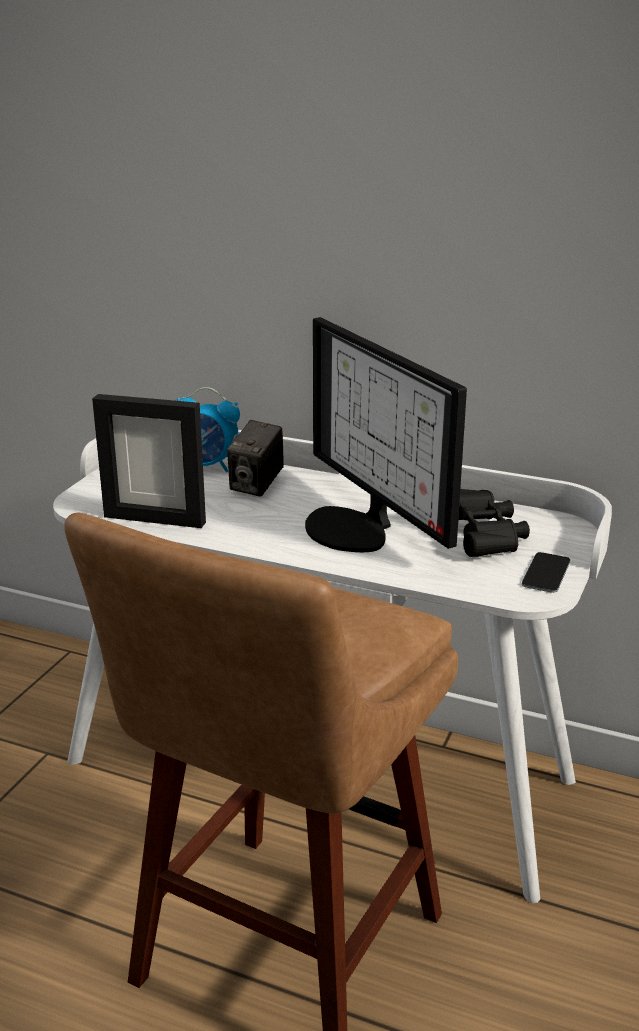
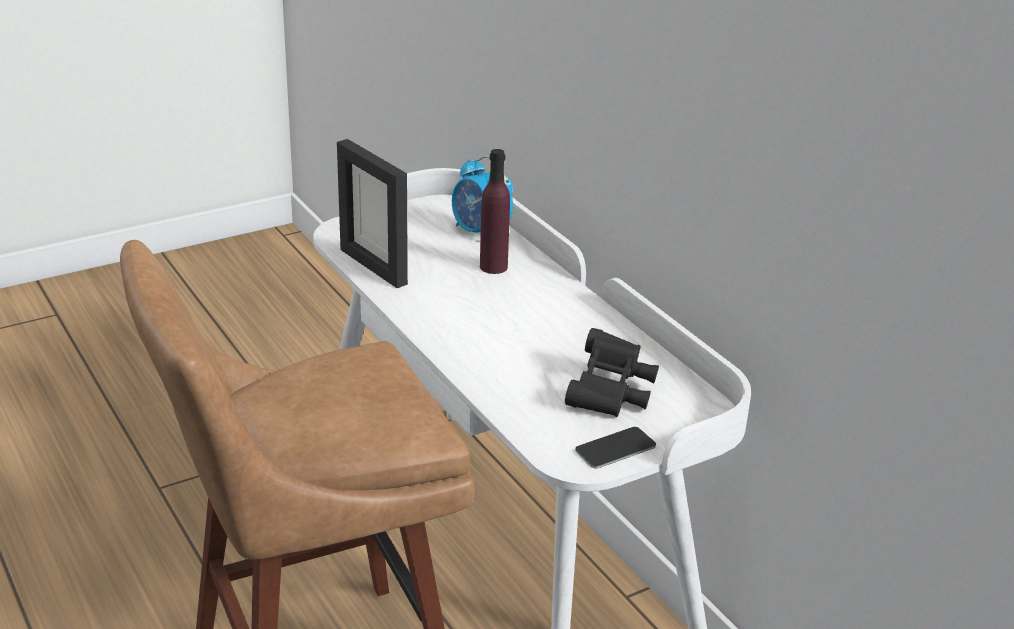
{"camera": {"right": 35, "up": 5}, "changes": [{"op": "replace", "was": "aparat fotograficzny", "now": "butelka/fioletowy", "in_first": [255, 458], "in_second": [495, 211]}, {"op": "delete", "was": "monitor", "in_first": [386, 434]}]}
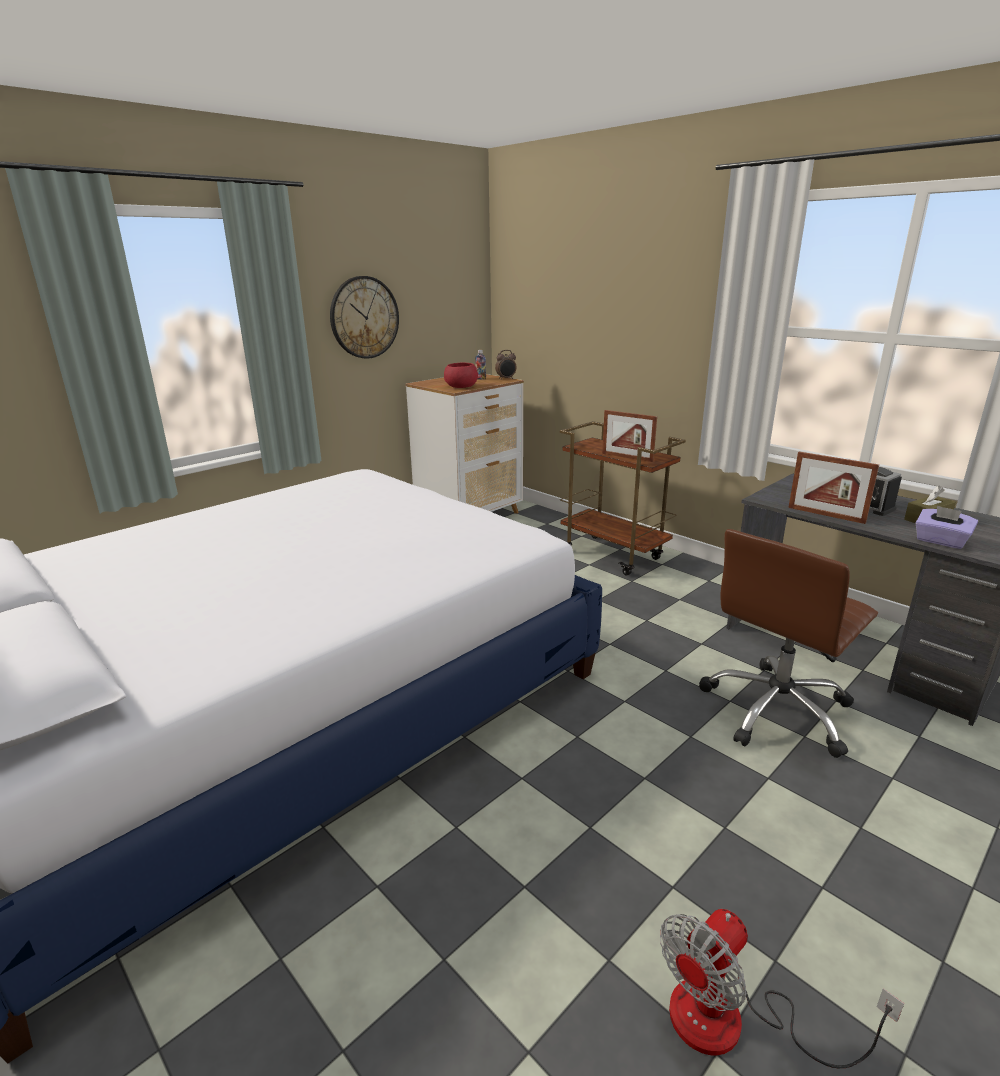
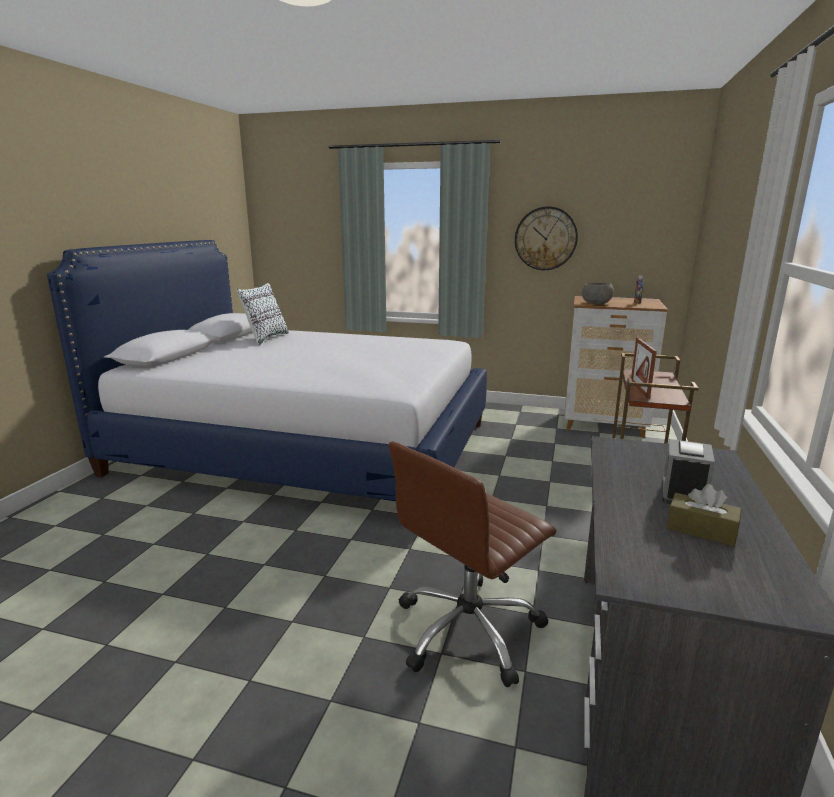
{"camera": {"right": 60, "up": -5}, "changes": [{"op": "insert", "now": "poduszka/biały", "in_second": [262, 314]}, {"op": "rotate", "was": "krzesło biurowe/brązowy", "in_first": [788, 643], "in_second": [473, 564], "clockwise": -60}, {"op": "recolor", "was": "miska/czerwony", "now": "miska/szary", "in_first": [461, 375], "in_second": [598, 293]}, {"op": "delete", "was": "budzik", "in_first": [505, 365]}, {"op": "delete", "was": "wentylator", "in_first": [782, 989]}, {"op": "delete", "was": "ramka na zdjęcie", "in_first": [833, 488]}, {"op": "delete", "was": "pudełko chusteczek/fioletowy", "in_first": [946, 527]}]}
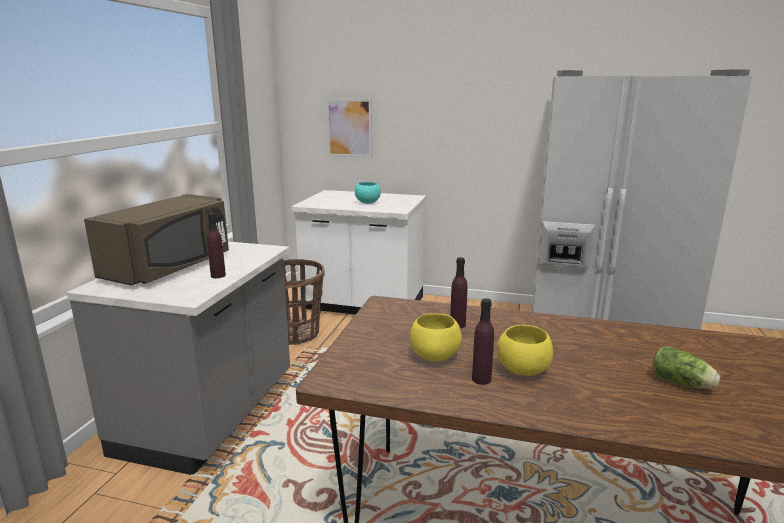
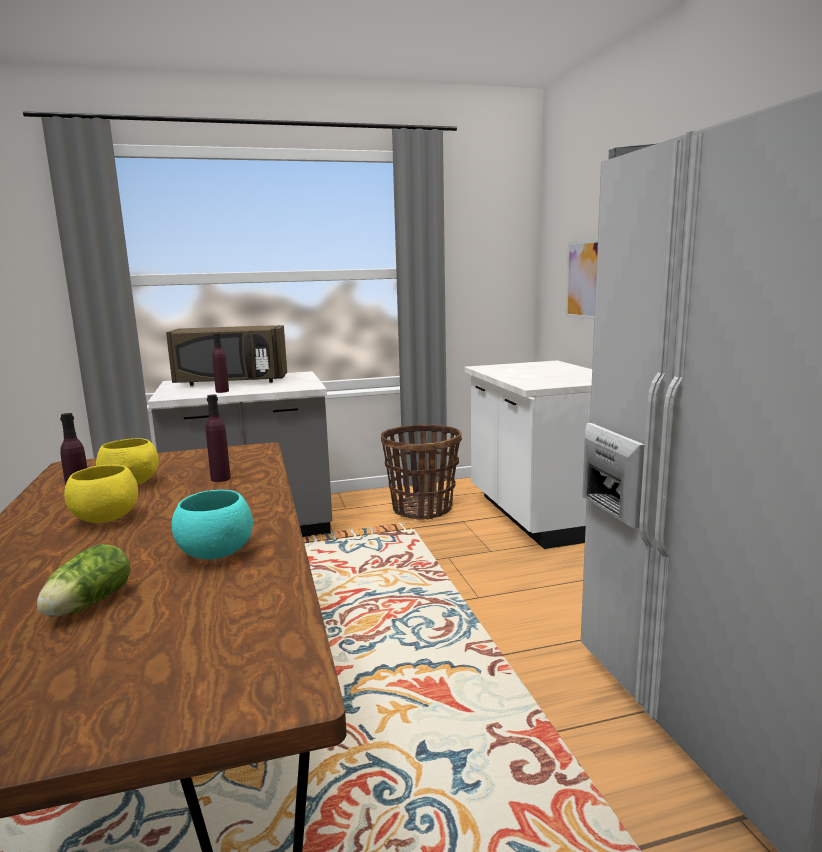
{"camera": {"right": 60, "up": -5}, "changes": [{"op": "move", "was": "miska/turkusowy", "in_first": [368, 193], "in_second": [212, 524]}]}
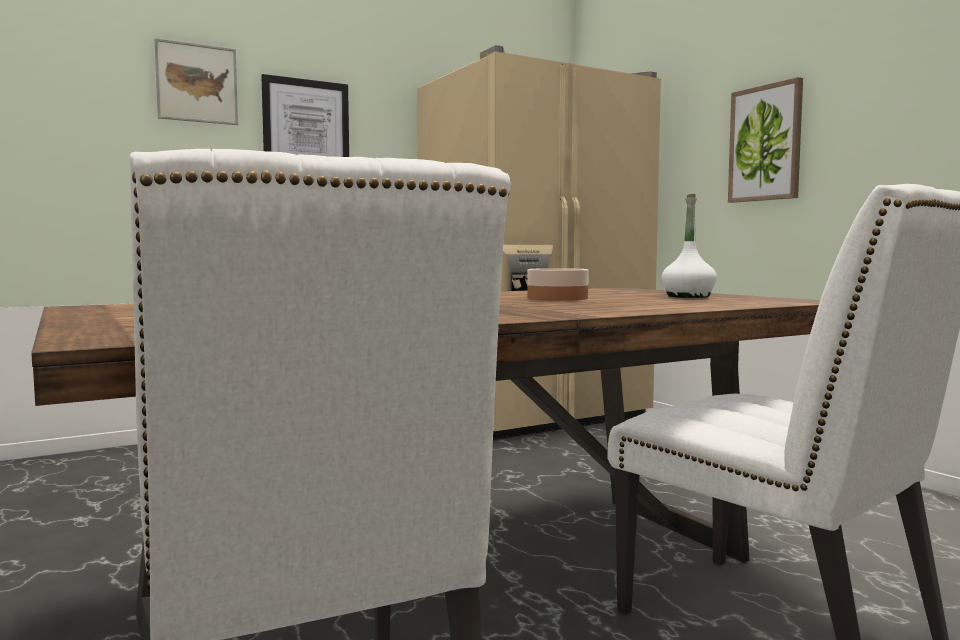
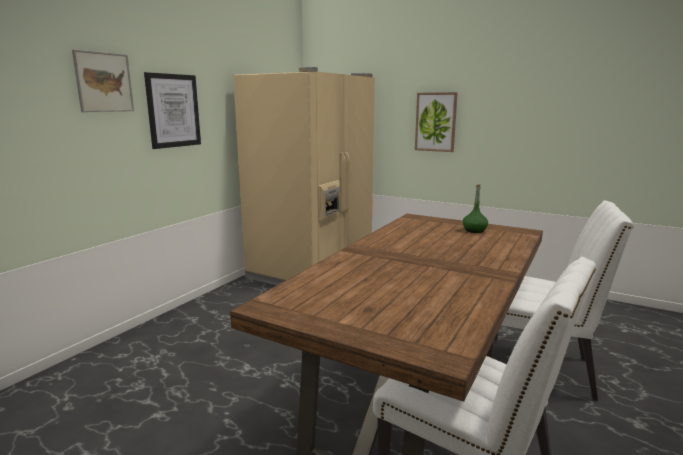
{"camera": {"right": -30, "up": 10}, "changes": [{"op": "recolor", "was": "butelka/biały", "now": "butelka/zielony", "in_first": [689, 246], "in_second": [475, 208]}, {"op": "delete", "was": "miska", "in_first": [558, 284]}]}
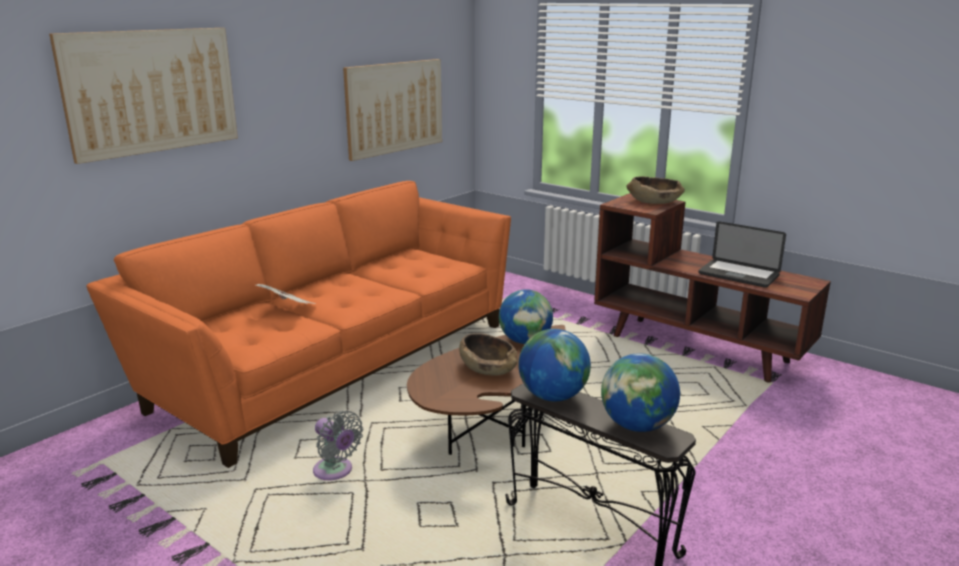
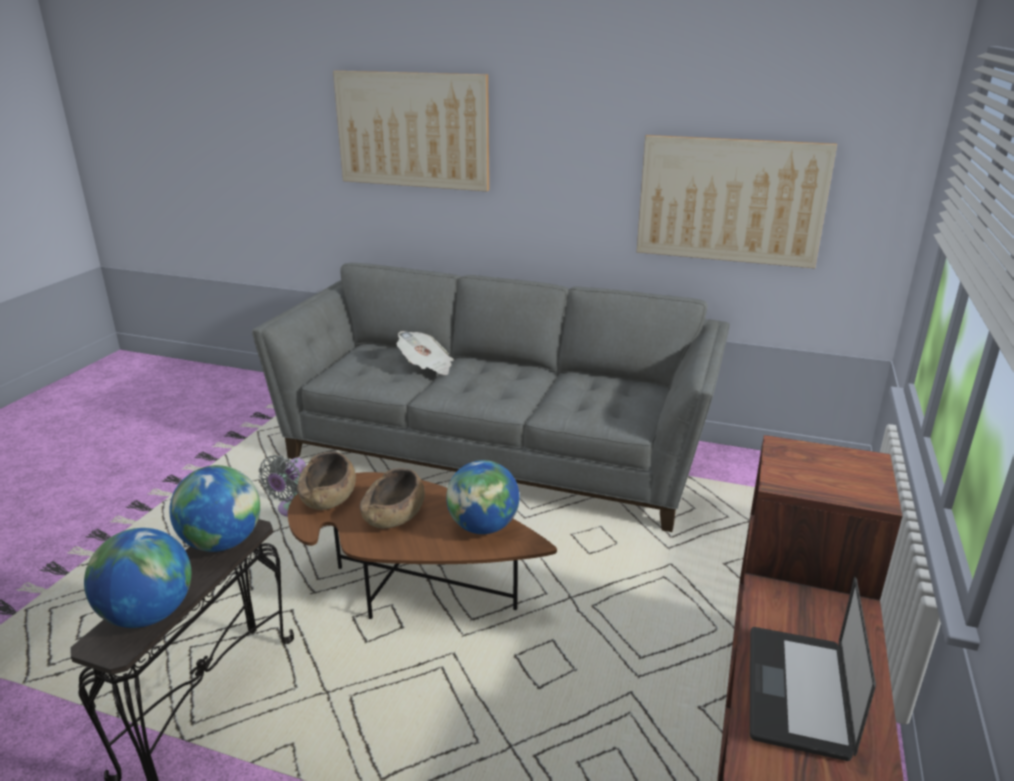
{"camera": {"right": 70, "up": 5}, "changes": [{"op": "recolor", "was": "kanapa/pomarańczowy", "now": "kanapa/szary", "in_first": [298, 324], "in_second": [491, 397]}, {"op": "move", "was": "miska/brązowy", "in_first": [655, 190], "in_second": [326, 481]}]}
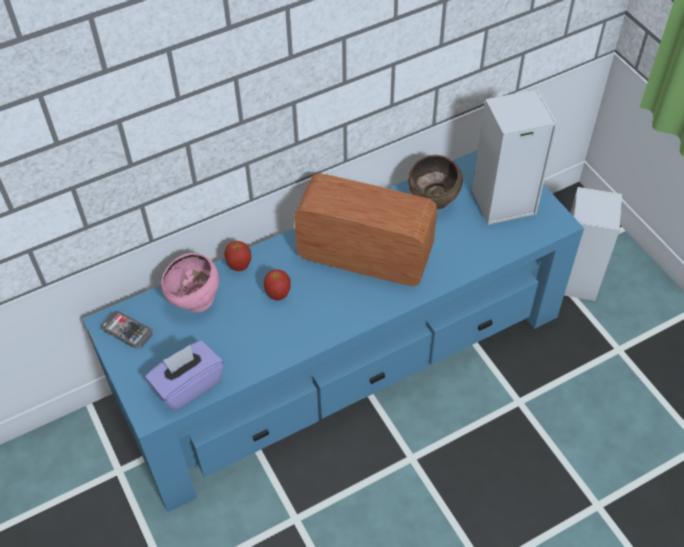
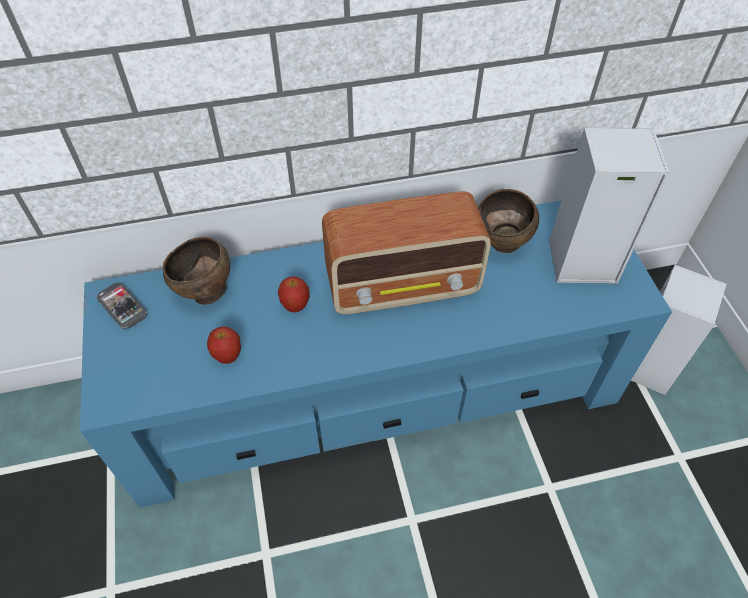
{"camera": {"right": 15, "up": 0}, "changes": [{"op": "recolor", "was": "miska/różowy", "now": "miska/brązowy", "in_first": [190, 282], "in_second": [196, 271]}, {"op": "move", "was": "jabłko", "in_first": [237, 256], "in_second": [224, 345]}, {"op": "rotate", "was": "radio", "in_first": [365, 229], "in_second": [406, 252], "clockwise": 135}, {"op": "delete", "was": "pudełko chusteczek/fioletowy", "in_first": [184, 375]}]}
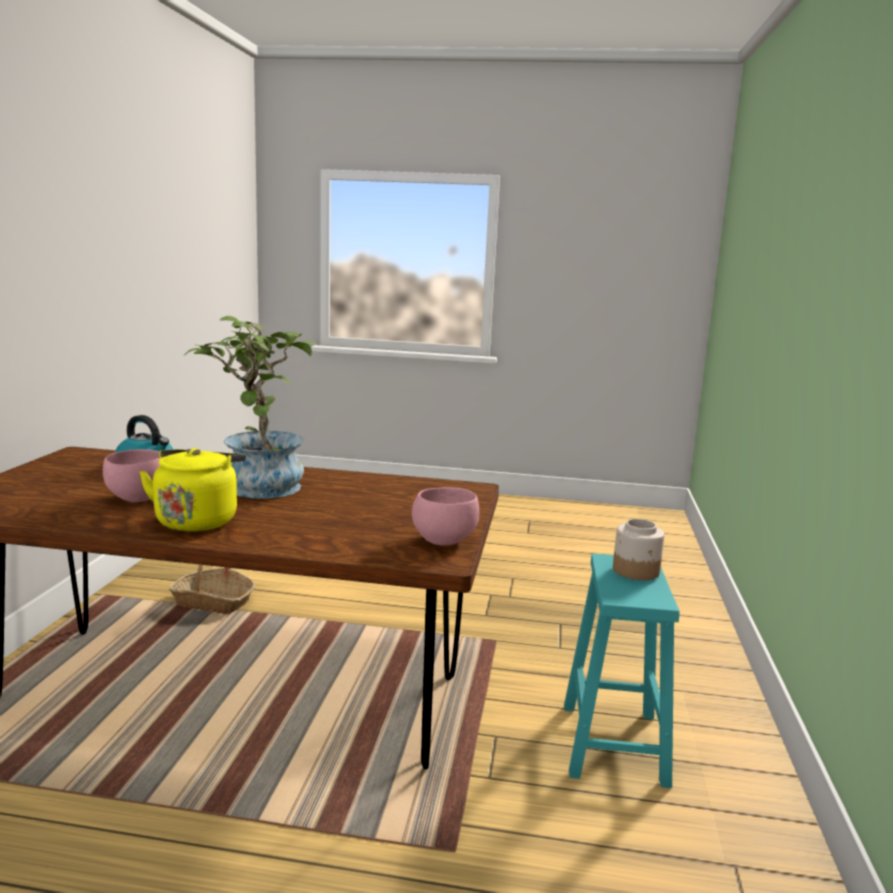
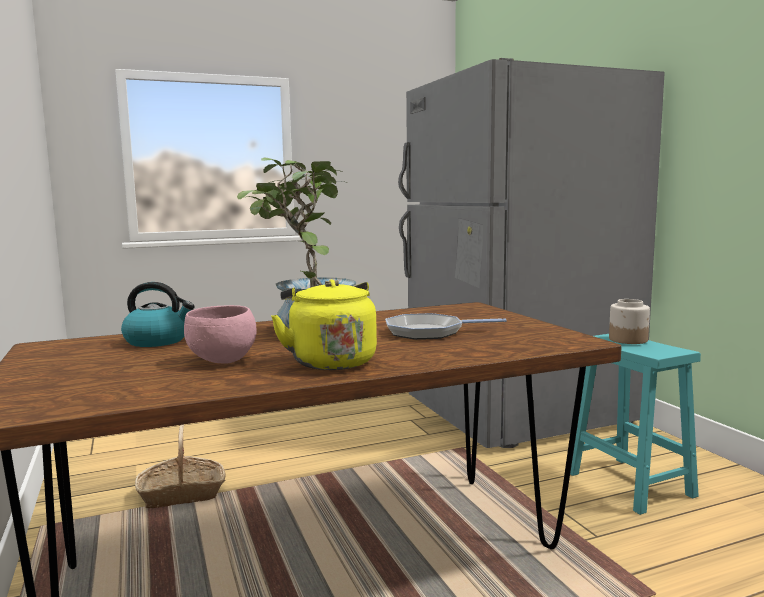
{"camera": {"right": -30, "up": -5}, "changes": [{"op": "insert", "now": "patelnia", "in_second": [446, 326]}, {"op": "insert", "now": "lodówka/szary", "in_second": [531, 253]}, {"op": "delete", "was": "miska/różowy", "in_first": [445, 516]}]}
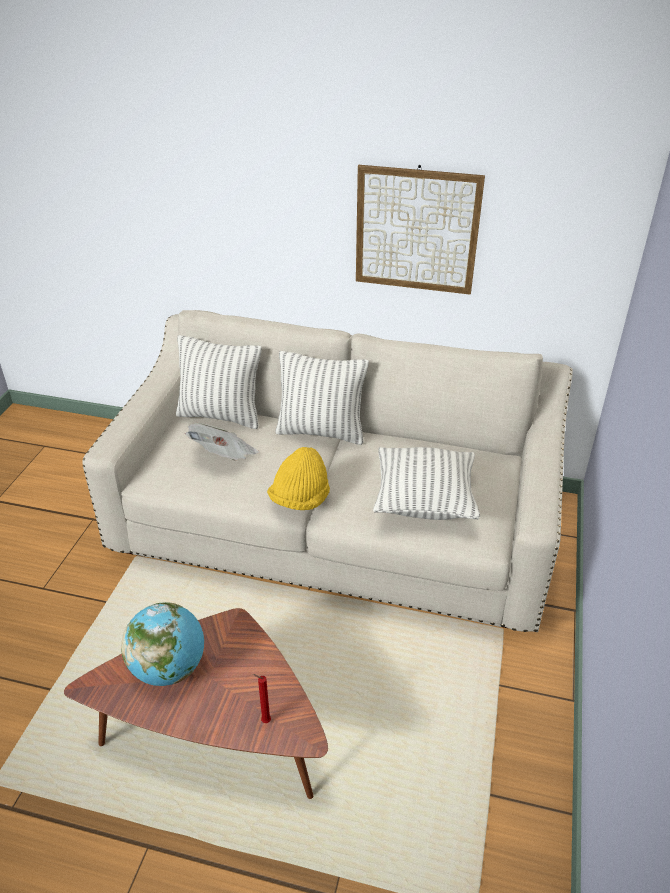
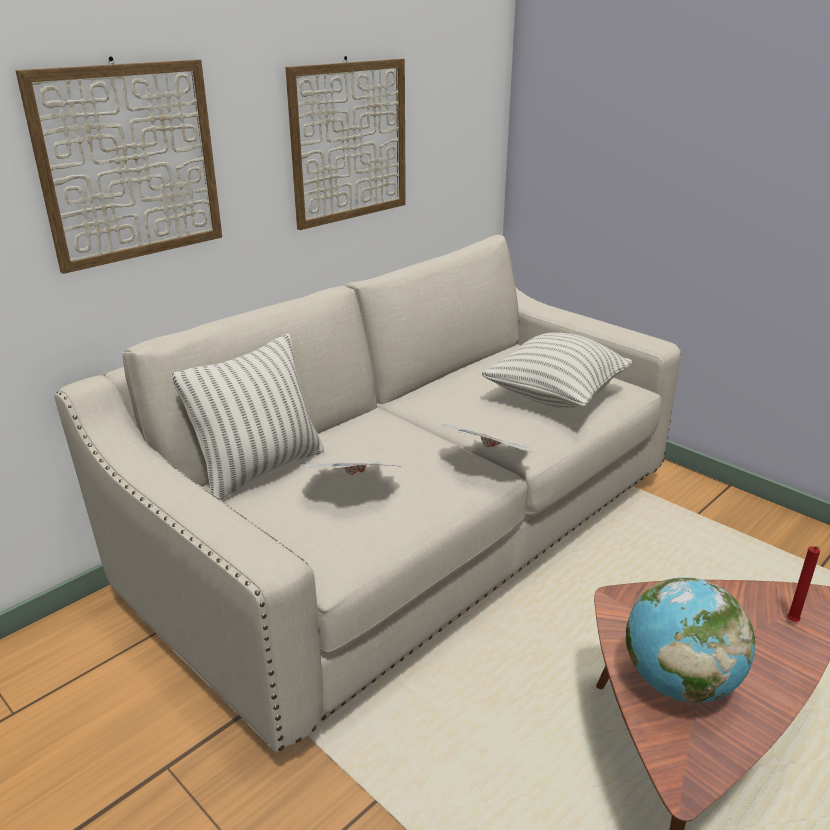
{"camera": {"right": -60, "up": -10}, "changes": [{"op": "insert", "now": "obraz", "in_second": [119, 165]}, {"op": "replace", "was": "kapelusz/żółty", "now": "gazeta", "in_first": [298, 478], "in_second": [487, 438]}, {"op": "delete", "was": "poduszka", "in_first": [322, 398]}]}
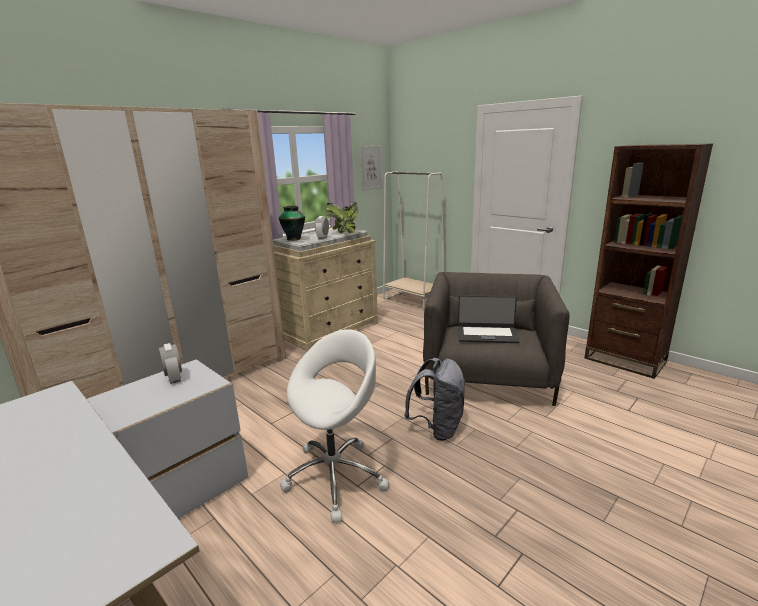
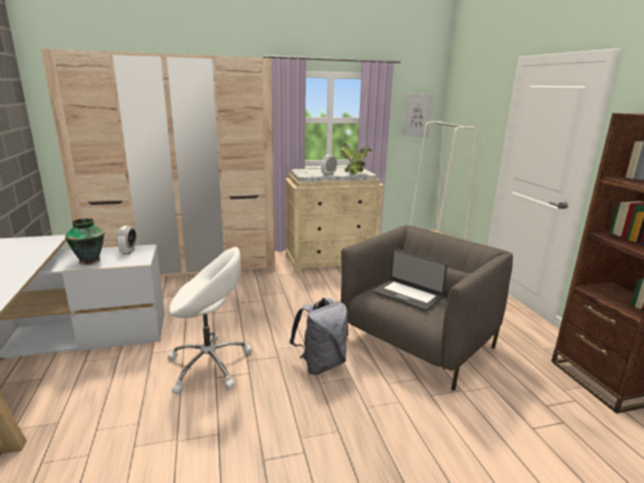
{"camera": {"right": 30, "up": 0}, "changes": [{"op": "move", "was": "wazon", "in_first": [292, 223], "in_second": [84, 241]}]}
